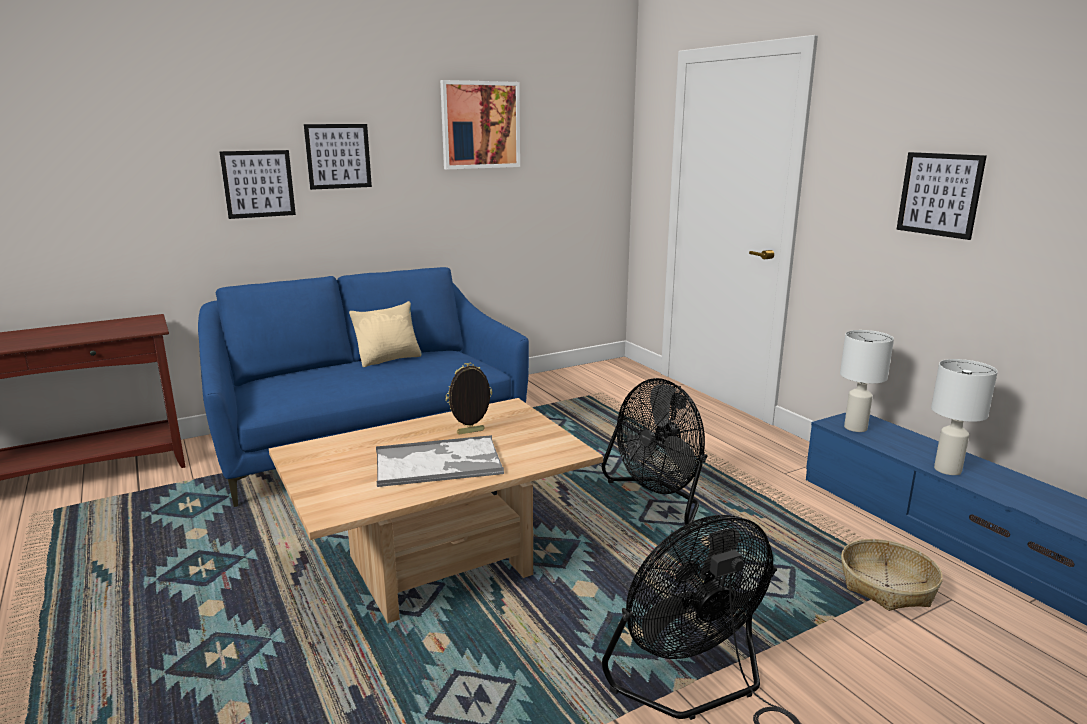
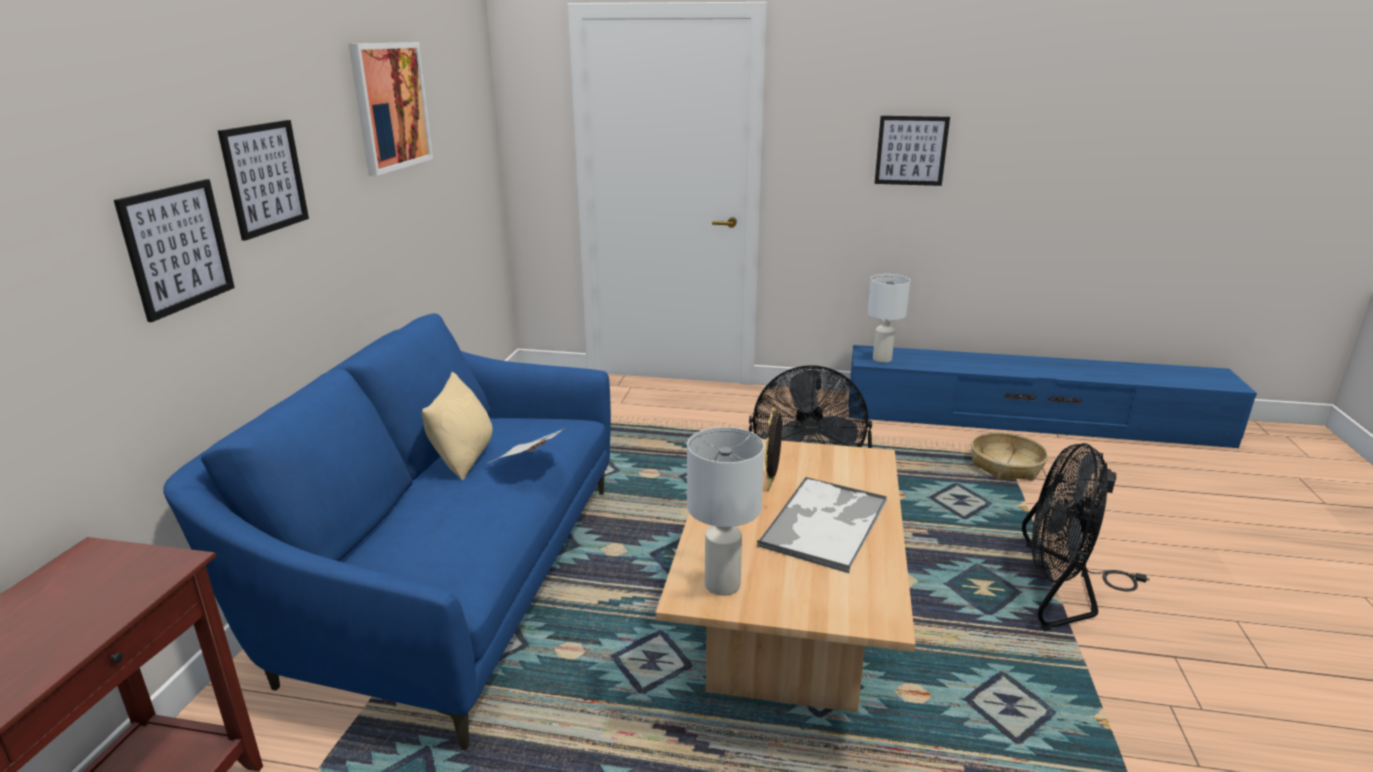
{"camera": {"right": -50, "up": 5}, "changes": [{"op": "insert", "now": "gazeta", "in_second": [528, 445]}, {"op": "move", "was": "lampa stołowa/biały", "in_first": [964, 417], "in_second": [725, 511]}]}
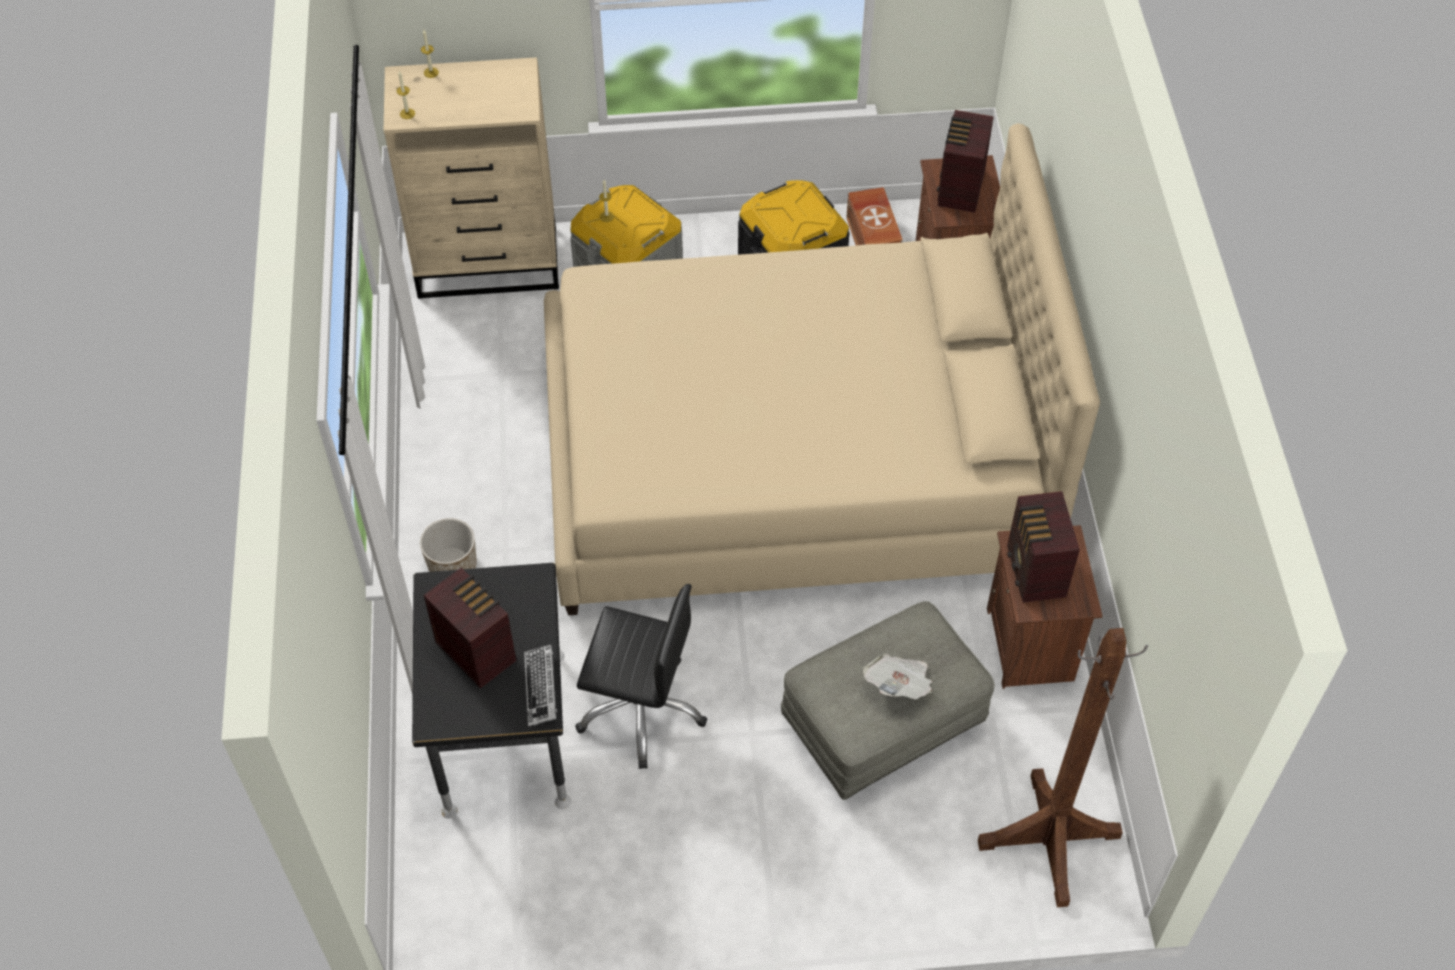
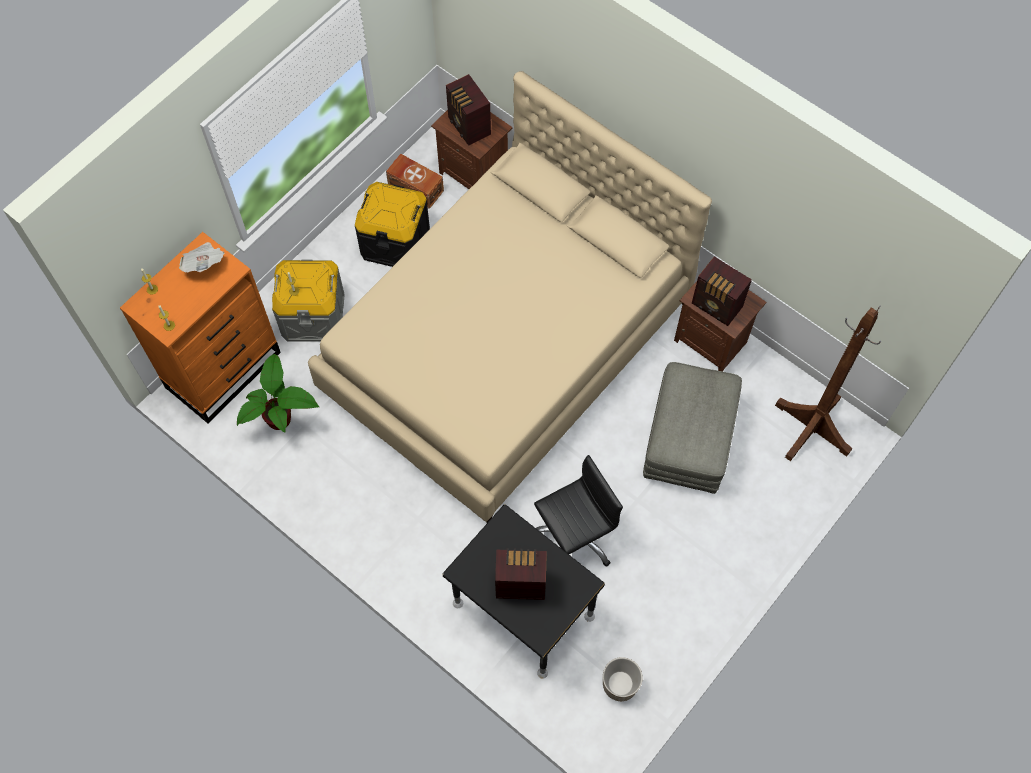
{"camera": {"right": -45, "up": 10}, "changes": [{"op": "recolor", "was": "komoda/beżowy", "now": "komoda/pomarańczowy", "in_first": [471, 178], "in_second": [200, 328]}, {"op": "move", "was": "gazeta", "in_first": [897, 676], "in_second": [202, 257]}, {"op": "insert", "now": "roślina doniczkowa", "in_second": [278, 393]}, {"op": "move", "was": "donica", "in_first": [448, 545], "in_second": [623, 679]}, {"op": "delete", "was": "klawiatura", "in_first": [540, 685]}]}
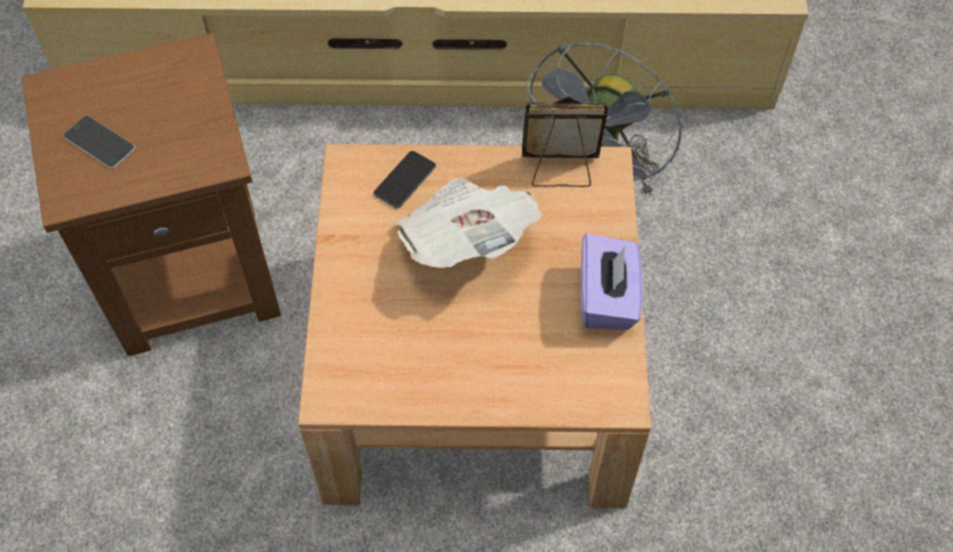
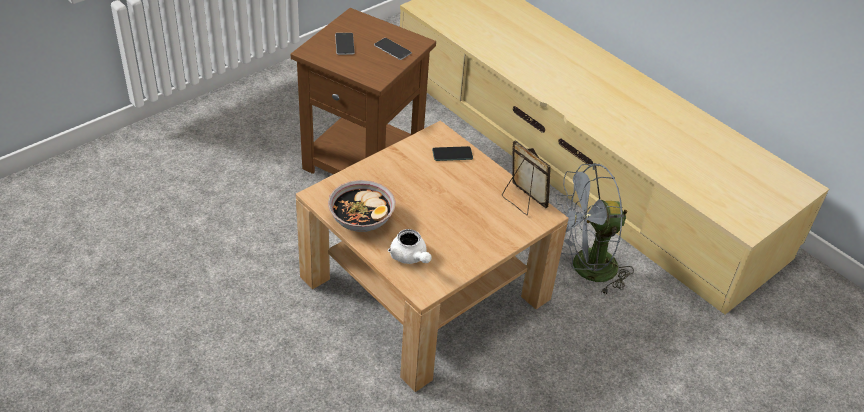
{"camera": {"right": 45, "up": -15}, "changes": [{"op": "insert", "now": "miska", "in_second": [362, 206]}, {"op": "insert", "now": "telefon", "in_second": [393, 49]}, {"op": "insert", "now": "imbryk/biały", "in_second": [410, 246]}, {"op": "delete", "was": "gazeta", "in_first": [468, 222]}, {"op": "delete", "was": "pudełko chusteczek/fioletowy", "in_first": [611, 282]}]}
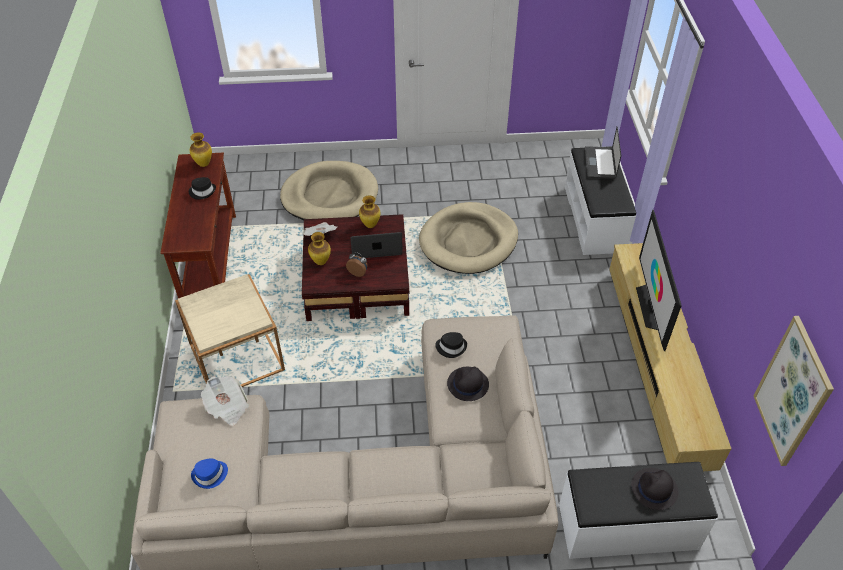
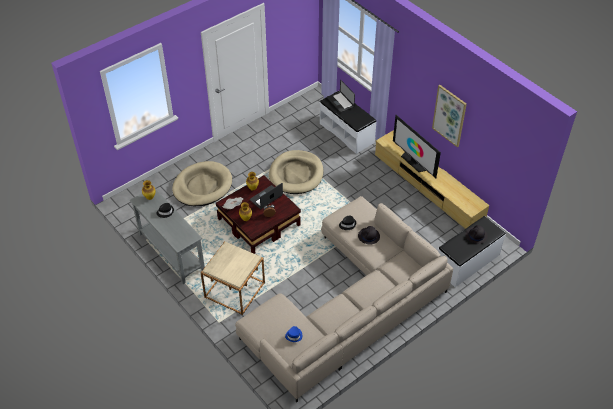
{"camera": {"right": -35, "up": 0}, "changes": [{"op": "recolor", "was": "stolik konsolowy/brązowy", "now": "stolik konsolowy/szary", "in_first": [198, 225], "in_second": [167, 236]}, {"op": "move", "was": "obraz", "in_first": [794, 391], "in_second": [449, 116]}, {"op": "delete", "was": "gazeta", "in_first": [225, 401]}]}
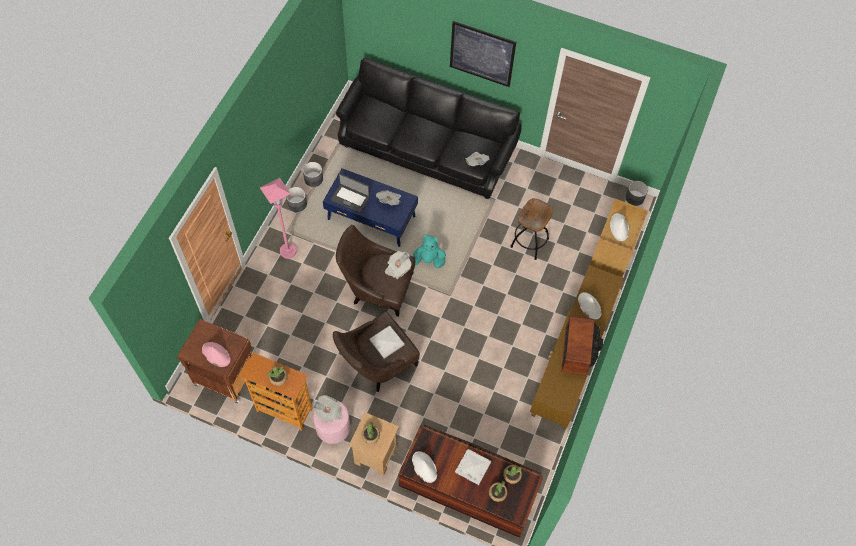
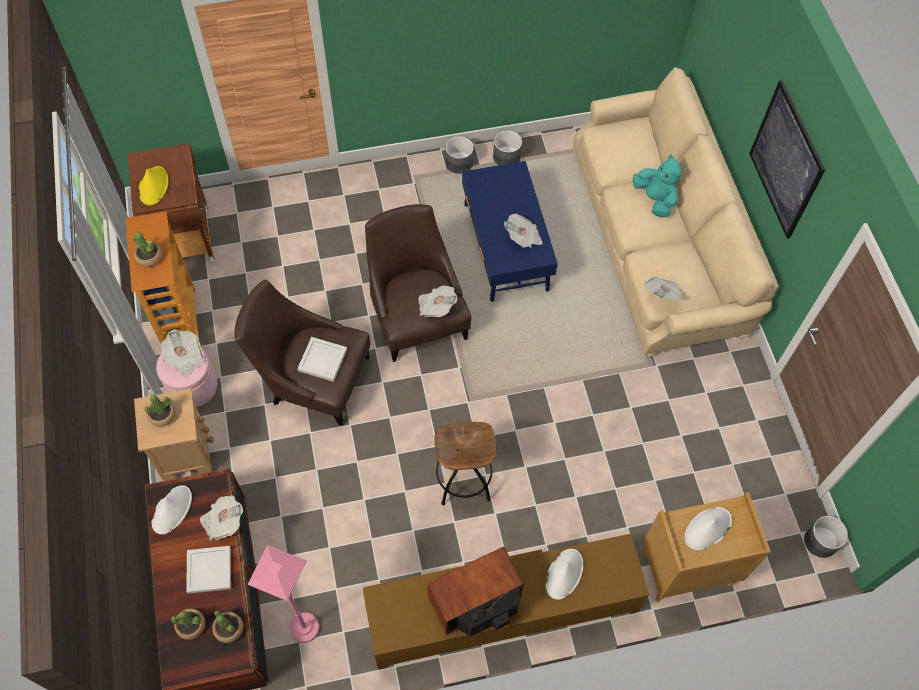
{"camera": {"right": 55, "up": 0}, "changes": [{"op": "recolor", "was": "kapelusz/różowy", "now": "kapelusz/żółty", "in_first": [216, 354], "in_second": [153, 186]}, {"op": "insert", "now": "gazeta", "in_second": [221, 518]}, {"op": "move", "was": "lampa stojąca/różowy", "in_first": [278, 218], "in_second": [283, 594]}, {"op": "move", "was": "stołek/brązowy", "in_first": [531, 229], "in_second": [465, 463]}, {"op": "recolor", "was": "kanapa/czarny", "now": "kanapa/beżowy", "in_first": [429, 128], "in_second": [675, 211]}, {"op": "move", "was": "pluszak/turkusowy", "in_first": [429, 251], "in_second": [657, 186]}, {"op": "delete", "was": "laptop", "in_first": [350, 193]}]}
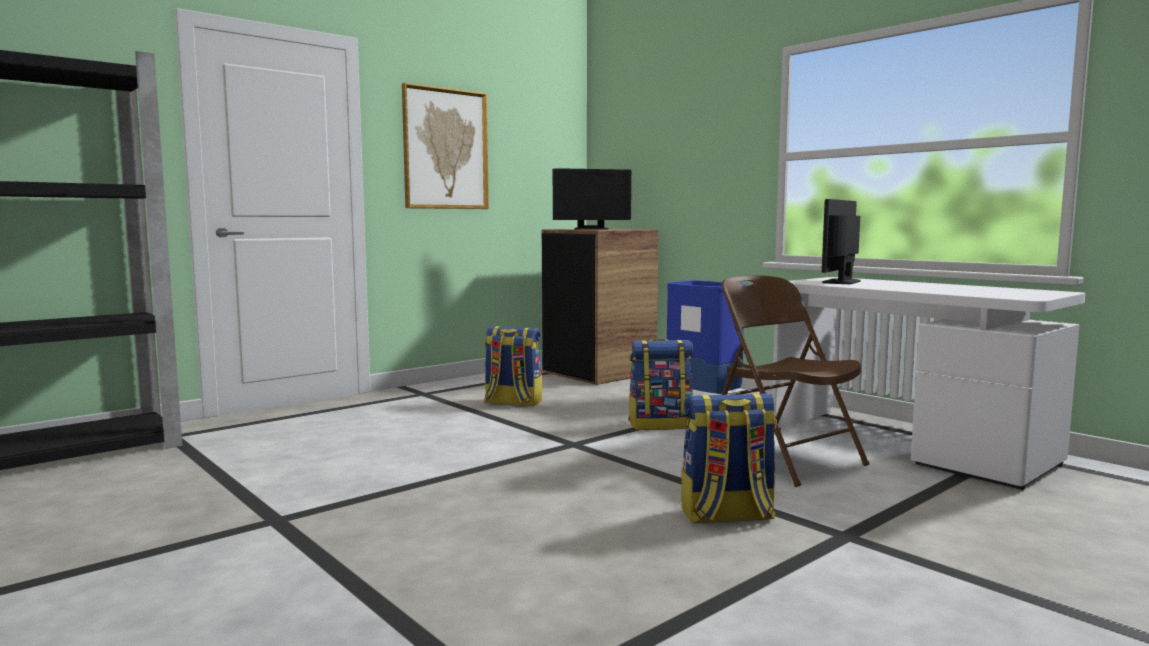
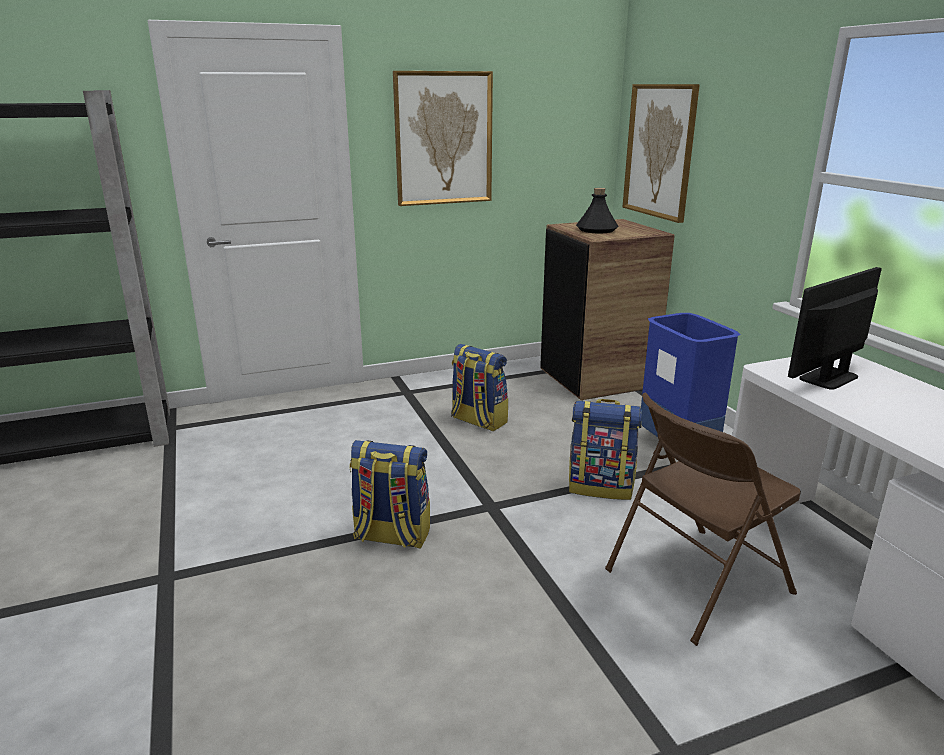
{"camera": {"right": 20, "up": 15}, "changes": [{"op": "move", "was": "plecak", "in_first": [729, 458], "in_second": [389, 494]}, {"op": "replace", "was": "monitor", "now": "butelka/czarny", "in_first": [592, 199], "in_second": [597, 210]}, {"op": "rotate", "was": "krzesło/brązowy", "in_first": [795, 381], "in_second": [703, 519], "clockwise": -105}, {"op": "insert", "now": "obraz", "in_second": [661, 153]}]}
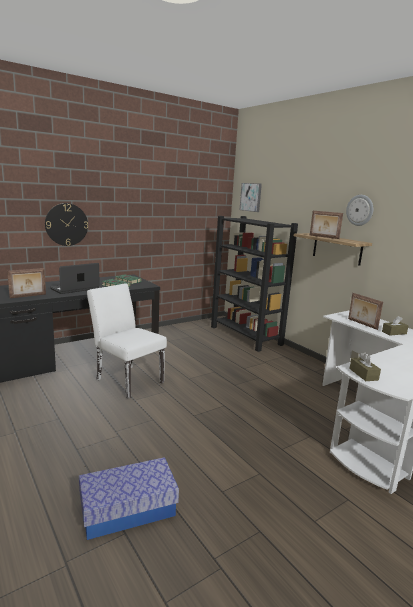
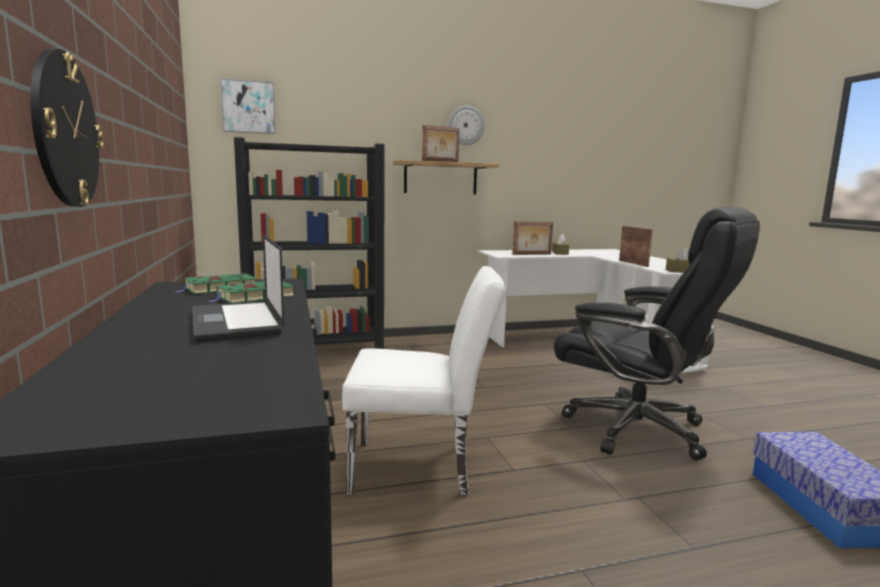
{"camera": {"right": -70, "up": -5}, "changes": [{"op": "rotate", "was": "krzesło/biały", "in_first": [127, 341], "in_second": [423, 381], "clockwise": -150}, {"op": "insert", "now": "krzesło biurowe/czarny", "in_second": [657, 333]}, {"op": "move", "was": "ramka na zdjęcie", "in_first": [26, 283], "in_second": [635, 246]}]}
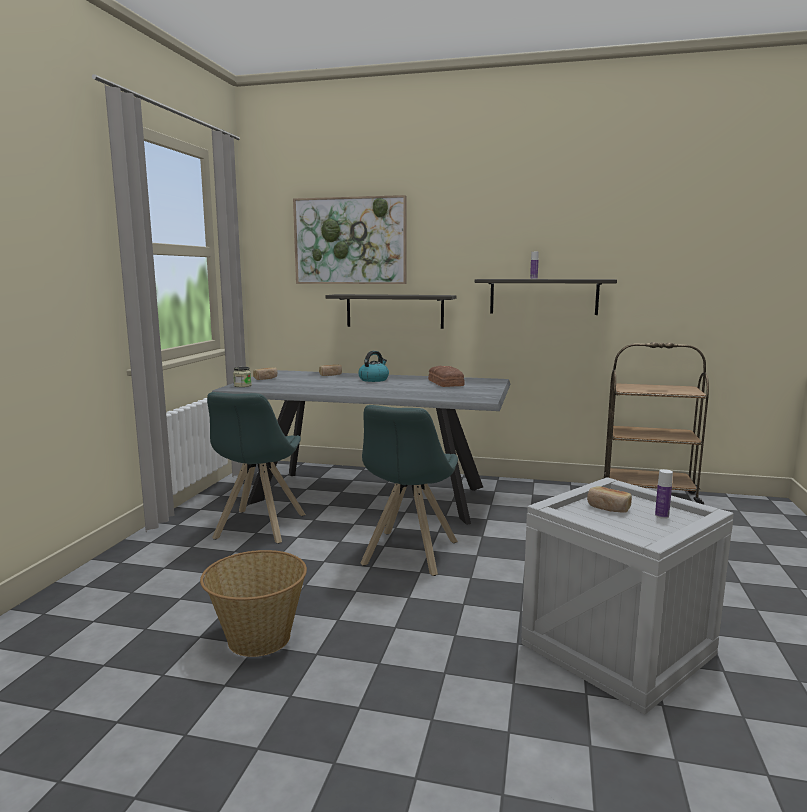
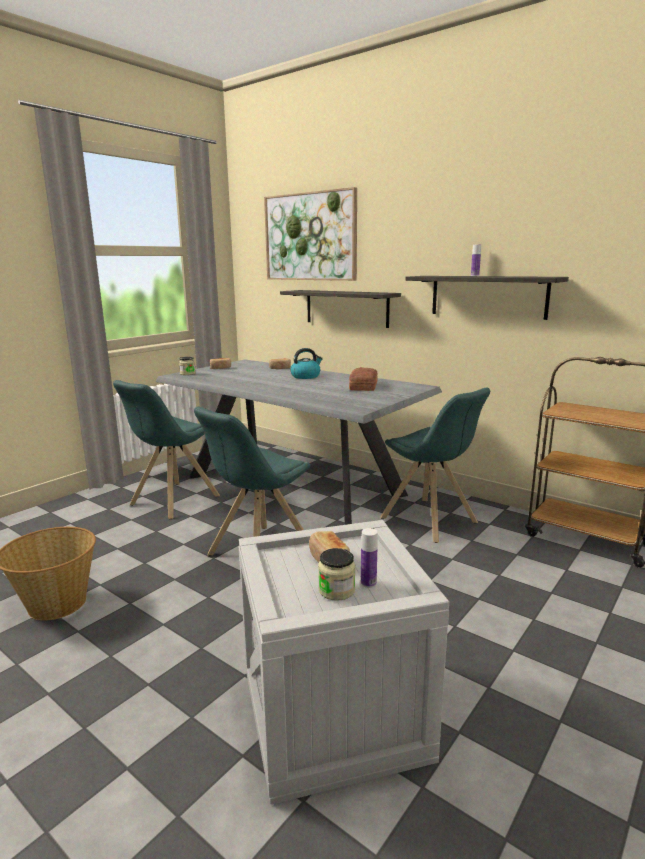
{"camera": {"right": 25, "up": 5}, "changes": [{"op": "insert", "now": "słoik", "in_second": [336, 574]}, {"op": "insert", "now": "krzesło/turkusowy", "in_second": [435, 465]}]}
